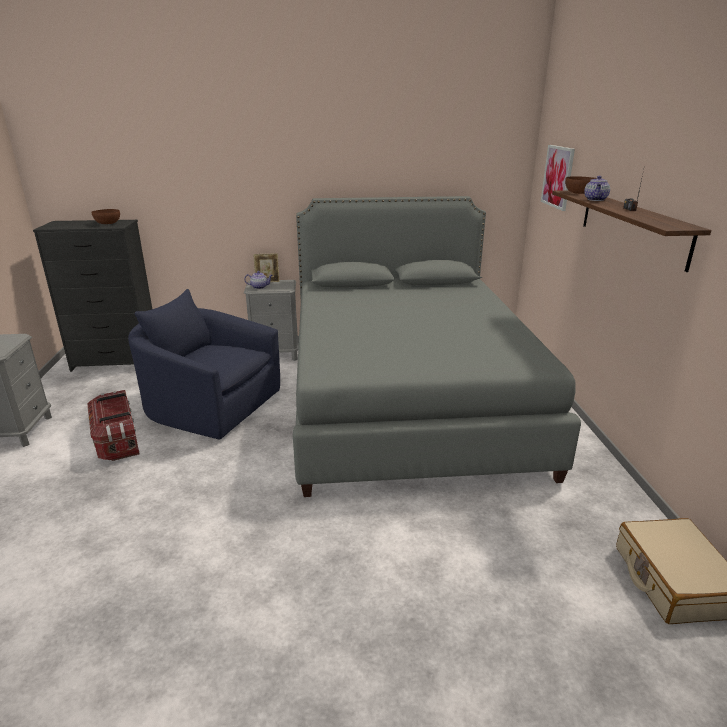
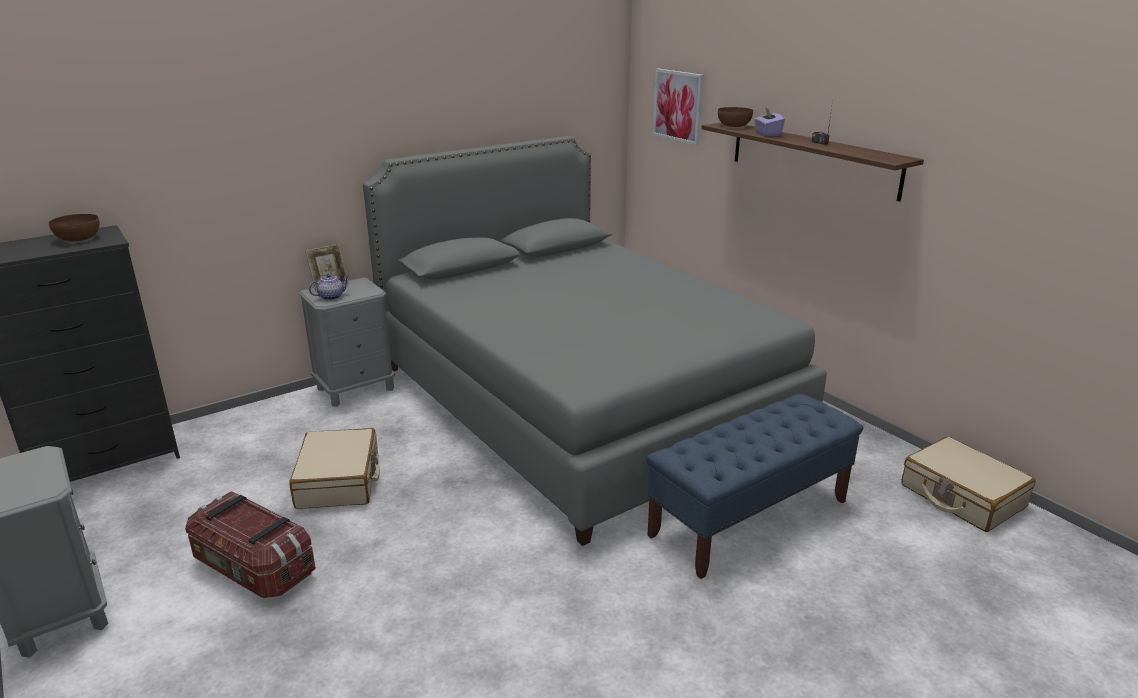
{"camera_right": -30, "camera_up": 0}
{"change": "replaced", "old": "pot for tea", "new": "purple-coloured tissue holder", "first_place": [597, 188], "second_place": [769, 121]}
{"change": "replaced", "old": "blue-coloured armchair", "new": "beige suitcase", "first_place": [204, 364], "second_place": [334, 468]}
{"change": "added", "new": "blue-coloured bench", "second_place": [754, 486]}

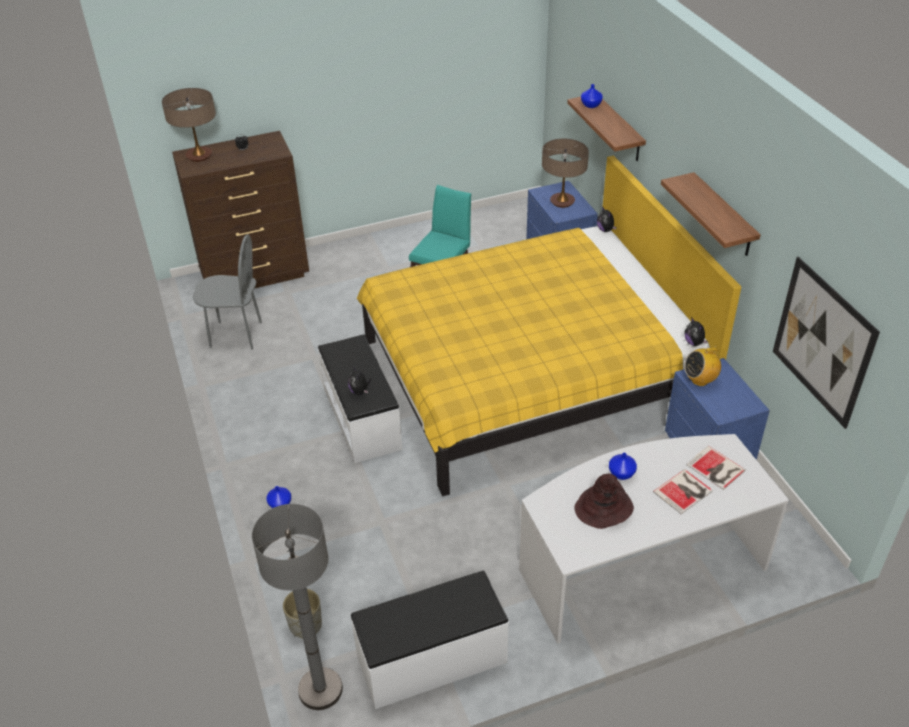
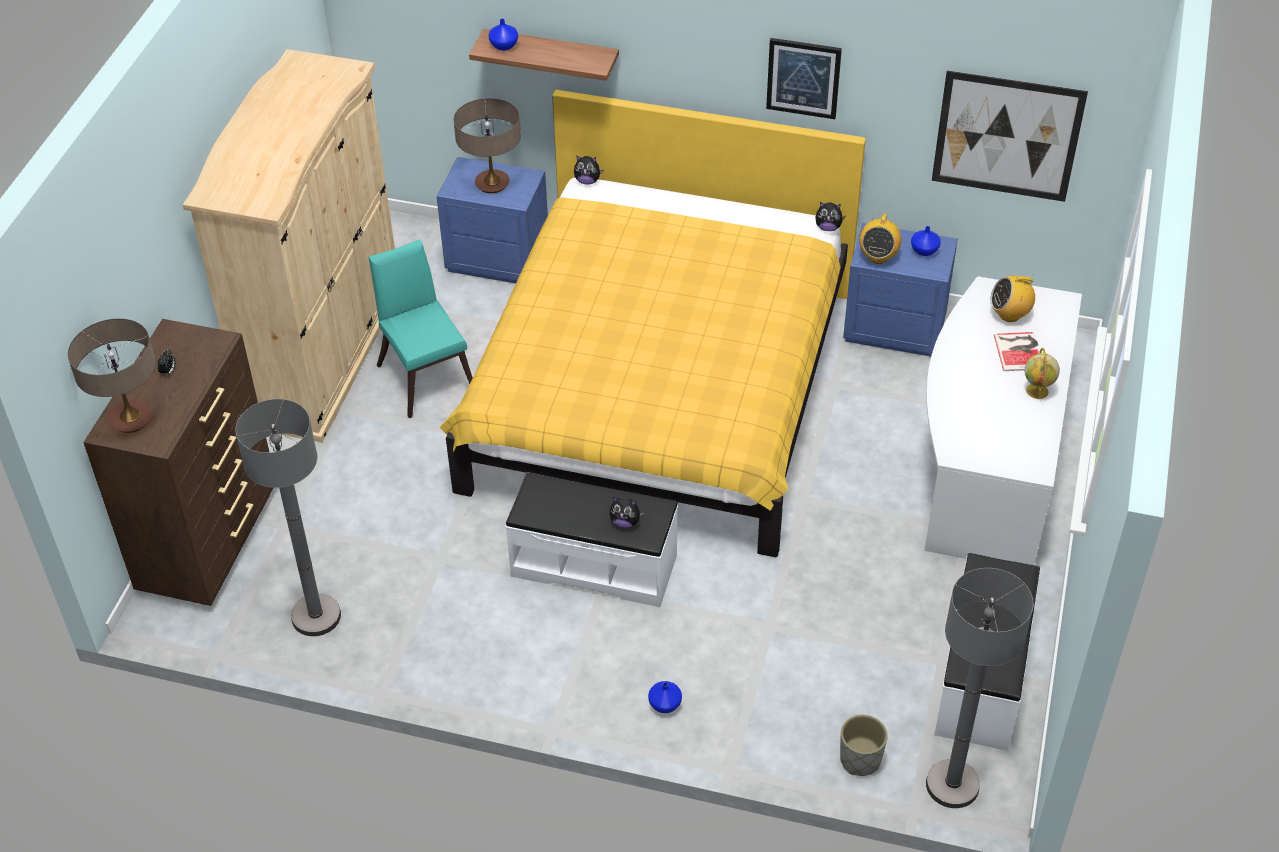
{"camera_right": -55, "camera_up": 5}
{"change": "replaced", "old": "wall shelf", "new": "picture", "first_place": [711, 214], "second_place": [804, 78]}
{"change": "replaced", "old": "grey chair", "new": "grey standard lamp", "first_place": [227, 292], "second_place": [288, 517]}
{"change": "replaced", "old": "volume", "new": "radio set", "first_place": [716, 468], "second_place": [1012, 298]}
{"change": "moved", "old": "blue-coloured flower vase", "first_place": [623, 466], "second_place": [926, 241]}
{"change": "removed", "old": "brown-coloured wearable hat", "first_place": [604, 501]}
{"change": "added", "new": "beige wardrobe", "second_place": [289, 246]}
{"change": "added", "new": "world globe", "second_place": [1042, 373]}

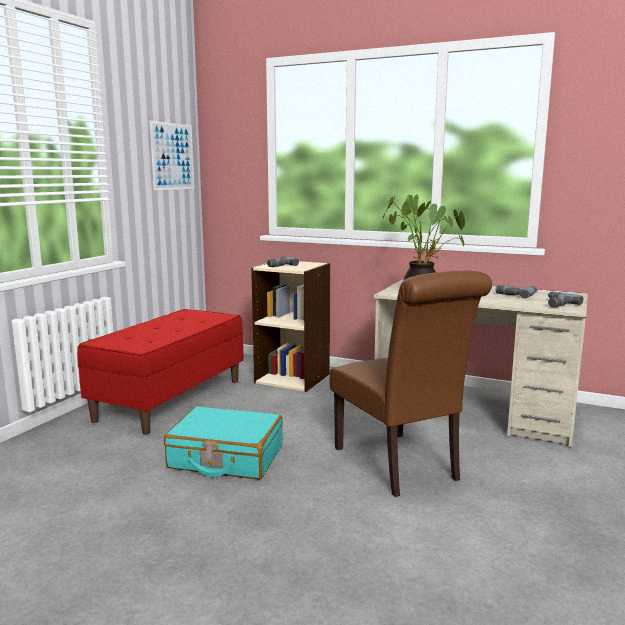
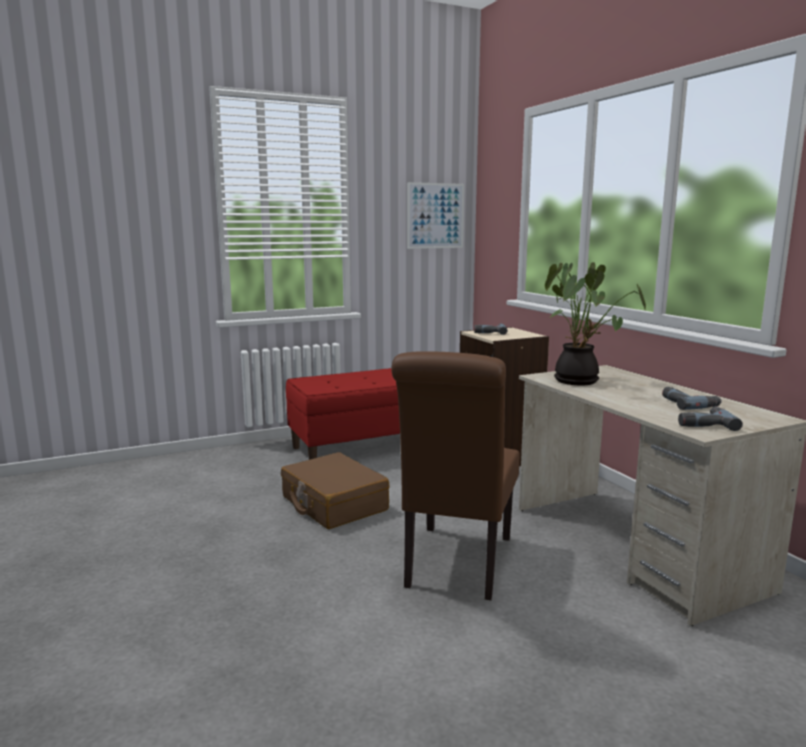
{"camera_right": 40, "camera_up": 0}
{"change": "recoloured", "old": "blue-green suitcase", "new": "brown-coloured suitcase", "first_place": [223, 443], "second_place": [335, 490]}

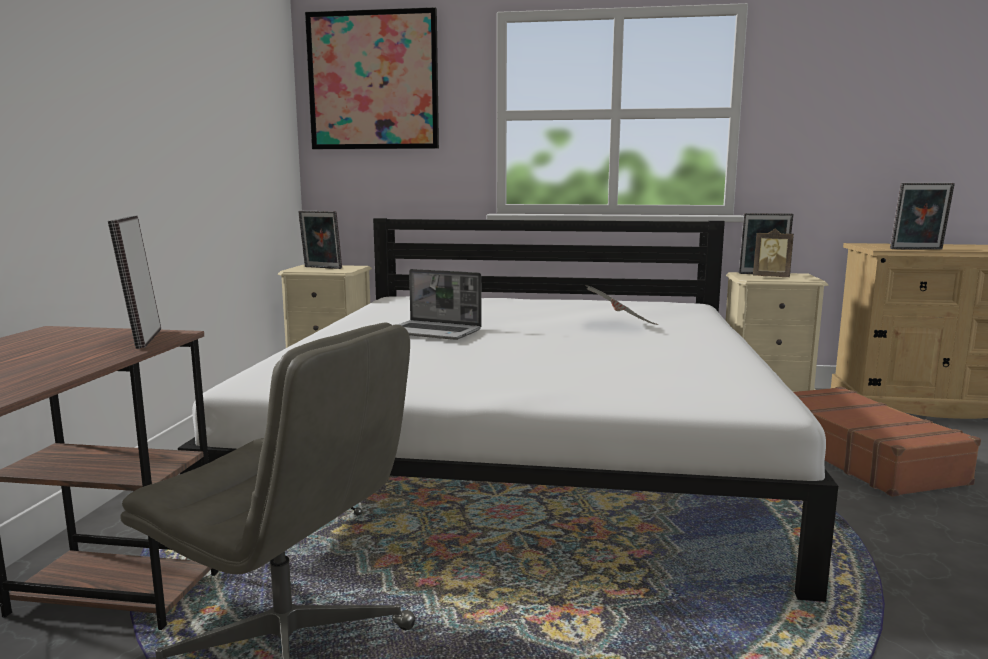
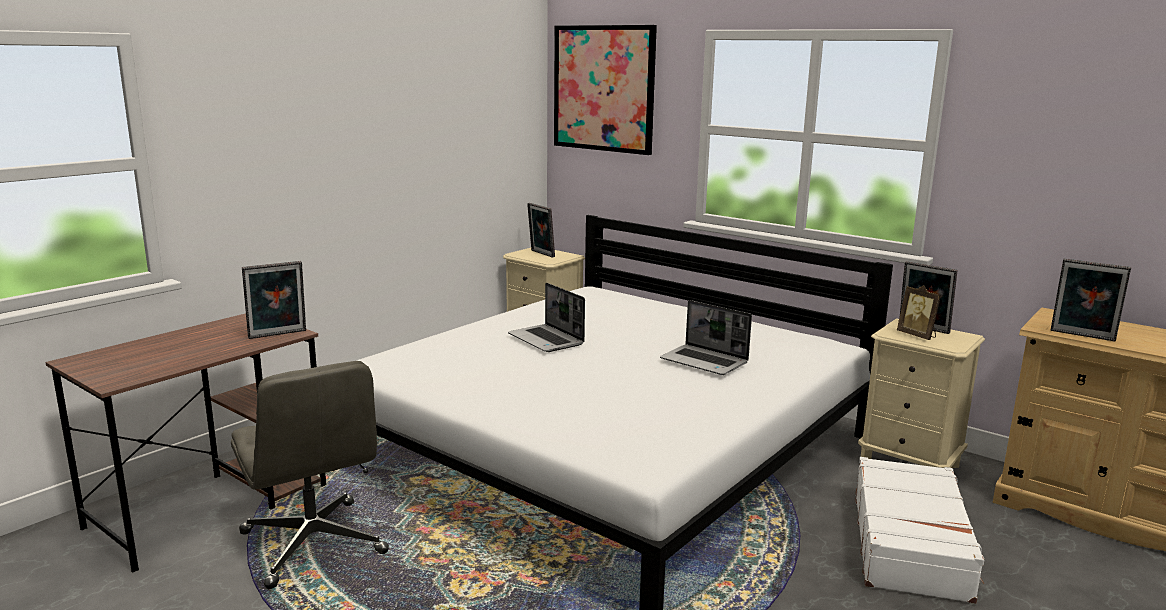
{"camera_right": 30, "camera_up": 5}
{"change": "turned", "old": "picture frame", "first_place": [134, 282], "second_place": [274, 300], "degrees": -135}
{"change": "replaced", "old": "newspaper", "new": "portable computer", "first_place": [621, 305], "second_place": [706, 337]}
{"change": "recoloured", "old": "brown-coloured suitcase", "new": "whitish suitcase", "first_place": [887, 442], "second_place": [919, 530]}

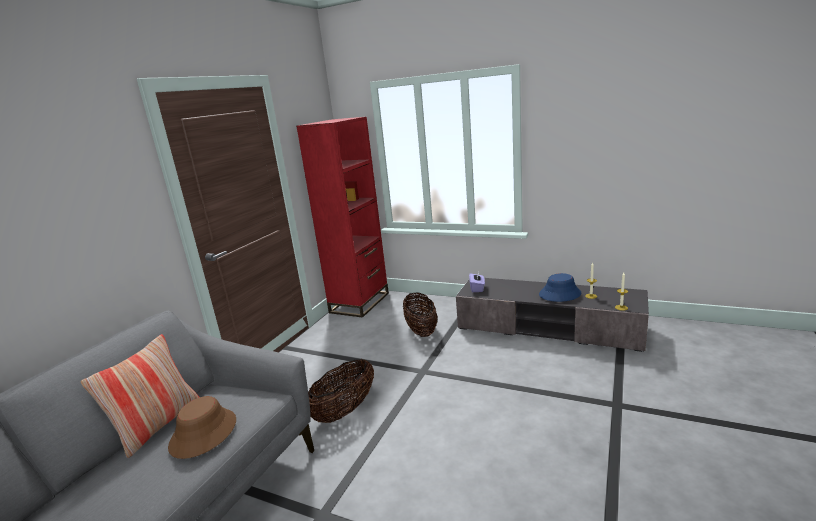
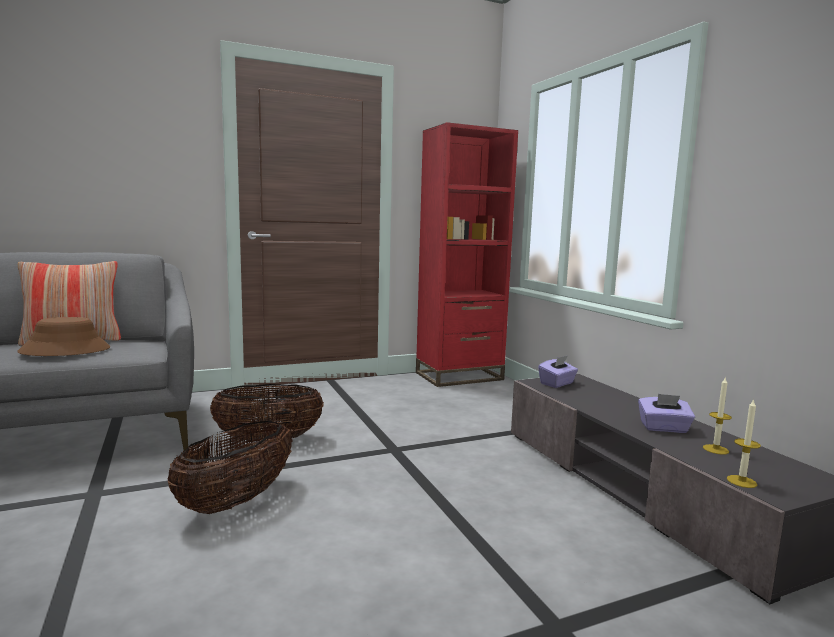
{"camera_right": 40, "camera_up": -10}
{"change": "replaced", "old": "blue-coloured wearable hat", "new": "purple-coloured tissue holder", "first_place": [560, 287], "second_place": [666, 413]}
{"change": "moved", "old": "basket", "first_place": [420, 314], "second_place": [230, 467]}

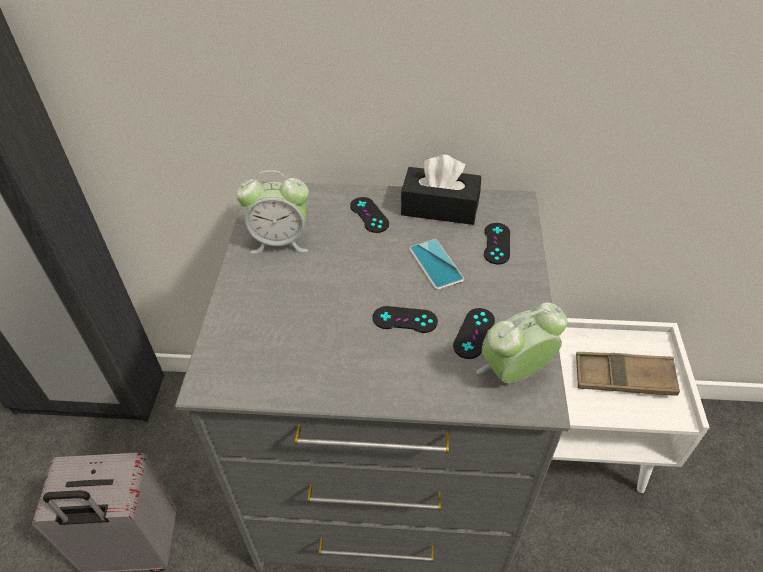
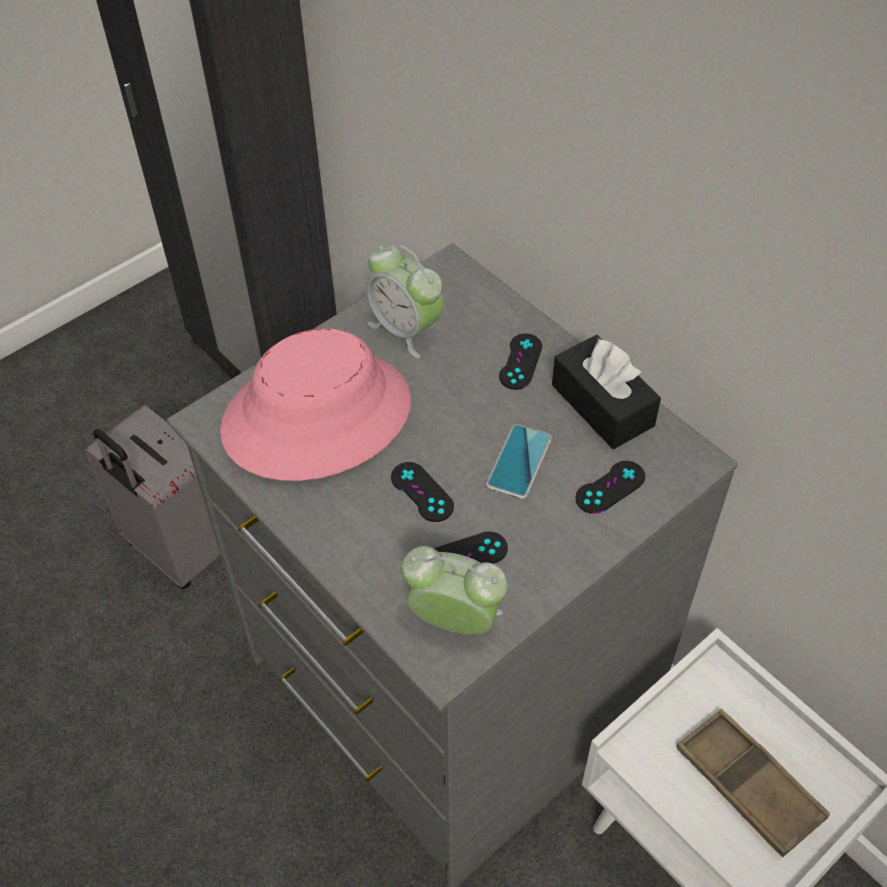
{"camera_right": 45, "camera_up": 5}
{"change": "added", "new": "pink-coloured wearable hat", "second_place": [315, 404]}

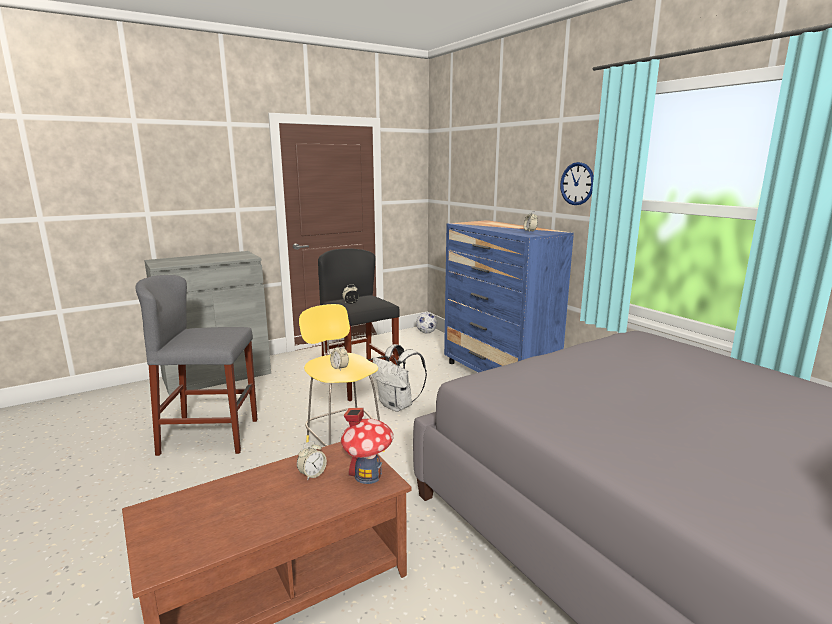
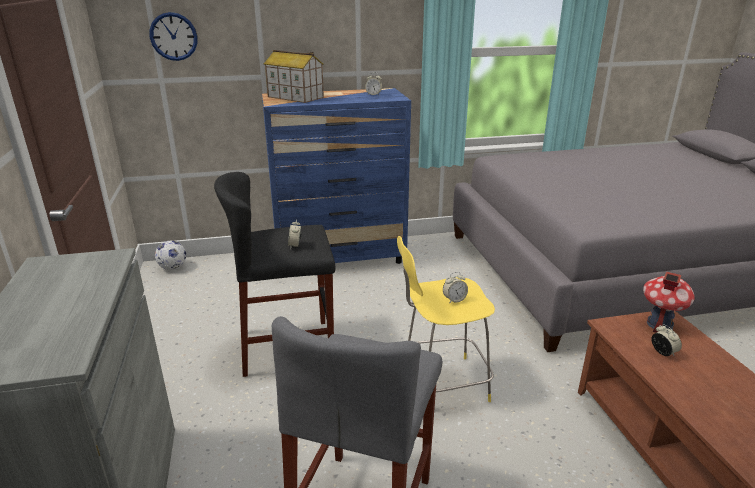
{"camera_right": -70, "camera_up": 10}
{"change": "moved", "old": "wall clock", "first_place": [577, 183], "second_place": [173, 36]}
{"change": "removed", "old": "whitish backpack", "first_place": [399, 378]}
{"change": "added", "new": "model house", "second_place": [294, 76]}

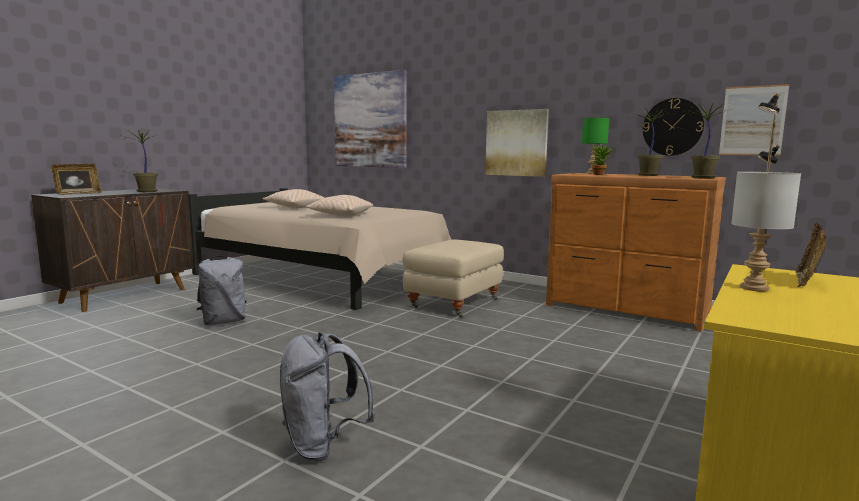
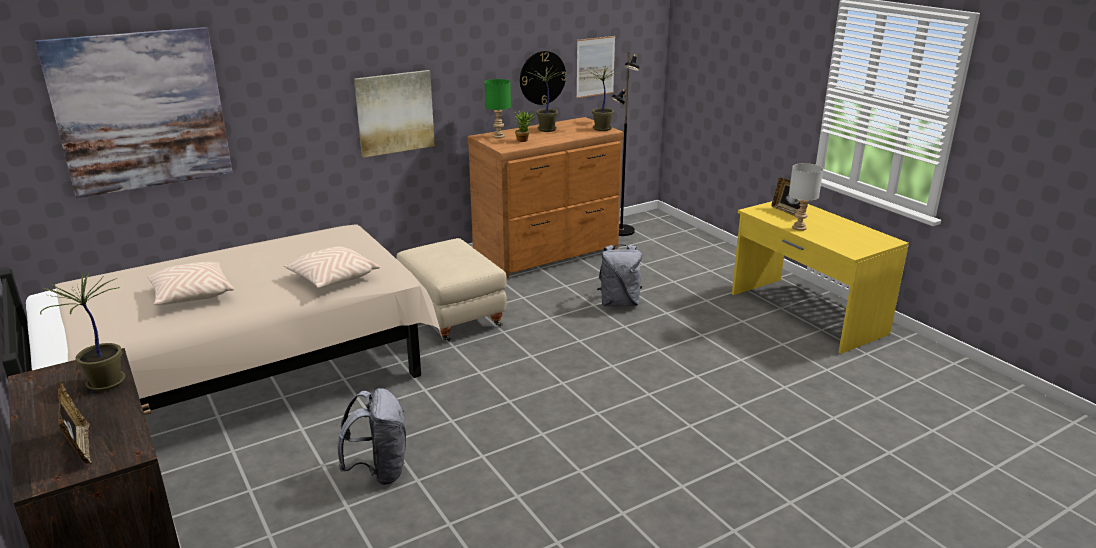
{"camera_right": -65, "camera_up": 15}
{"change": "moved", "old": "grey backpack", "first_place": [327, 396], "second_place": [619, 275]}

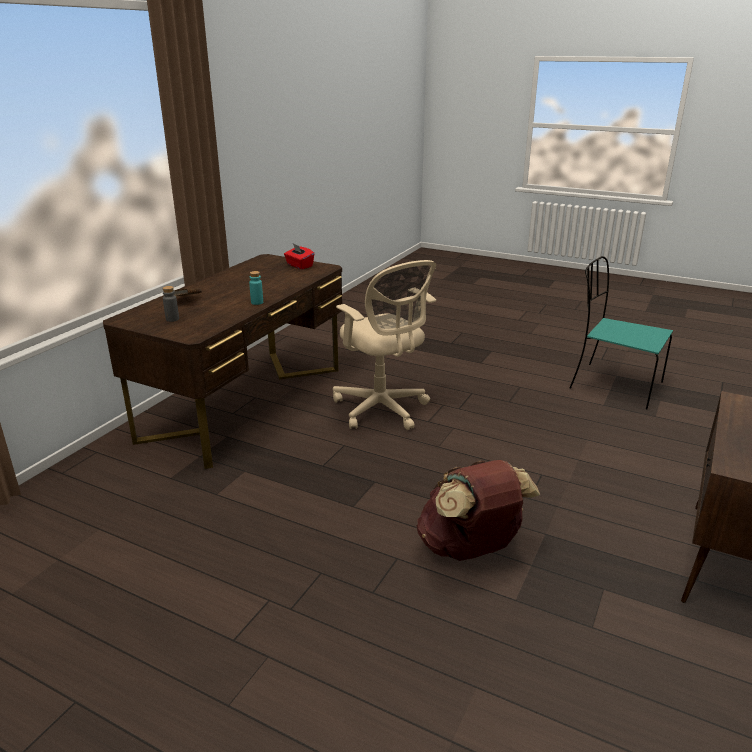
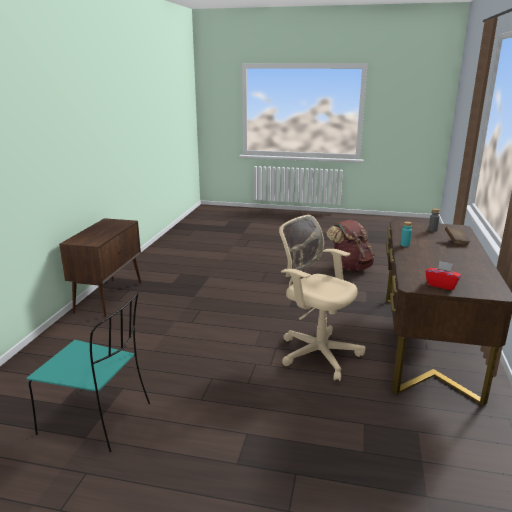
{"camera_right": 165, "camera_up": -5}
{"change": "moved", "old": "brown-coloured backpack", "first_place": [478, 510], "second_place": [350, 245]}

